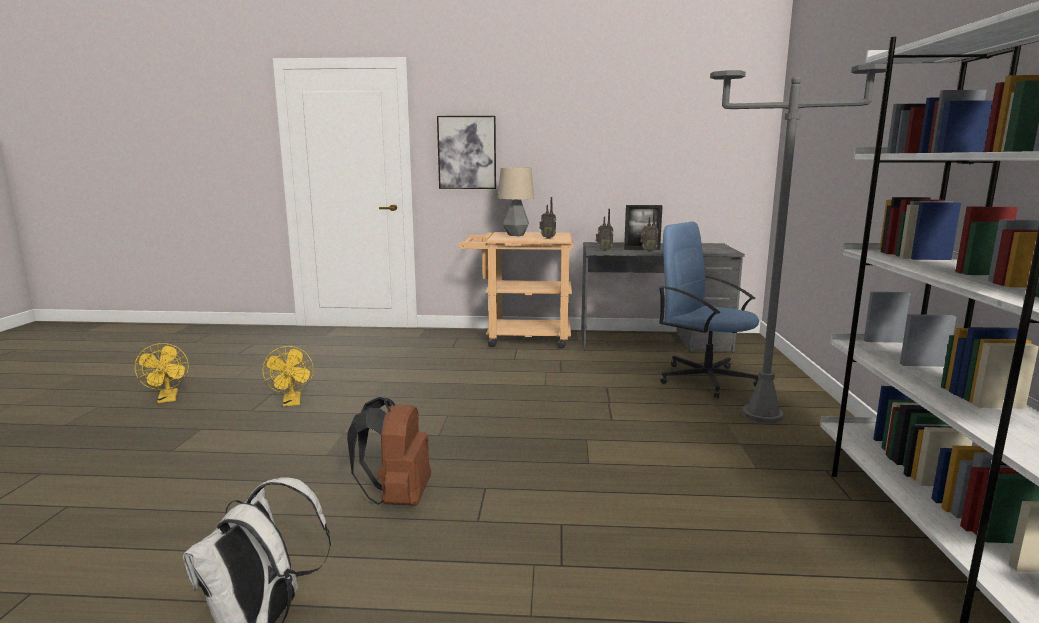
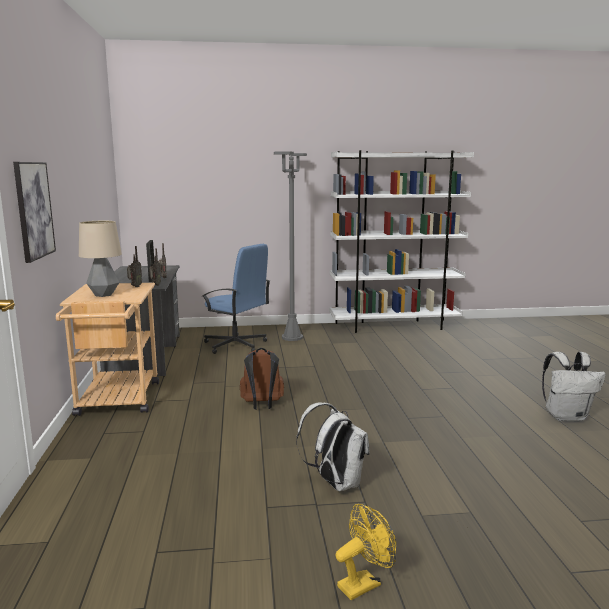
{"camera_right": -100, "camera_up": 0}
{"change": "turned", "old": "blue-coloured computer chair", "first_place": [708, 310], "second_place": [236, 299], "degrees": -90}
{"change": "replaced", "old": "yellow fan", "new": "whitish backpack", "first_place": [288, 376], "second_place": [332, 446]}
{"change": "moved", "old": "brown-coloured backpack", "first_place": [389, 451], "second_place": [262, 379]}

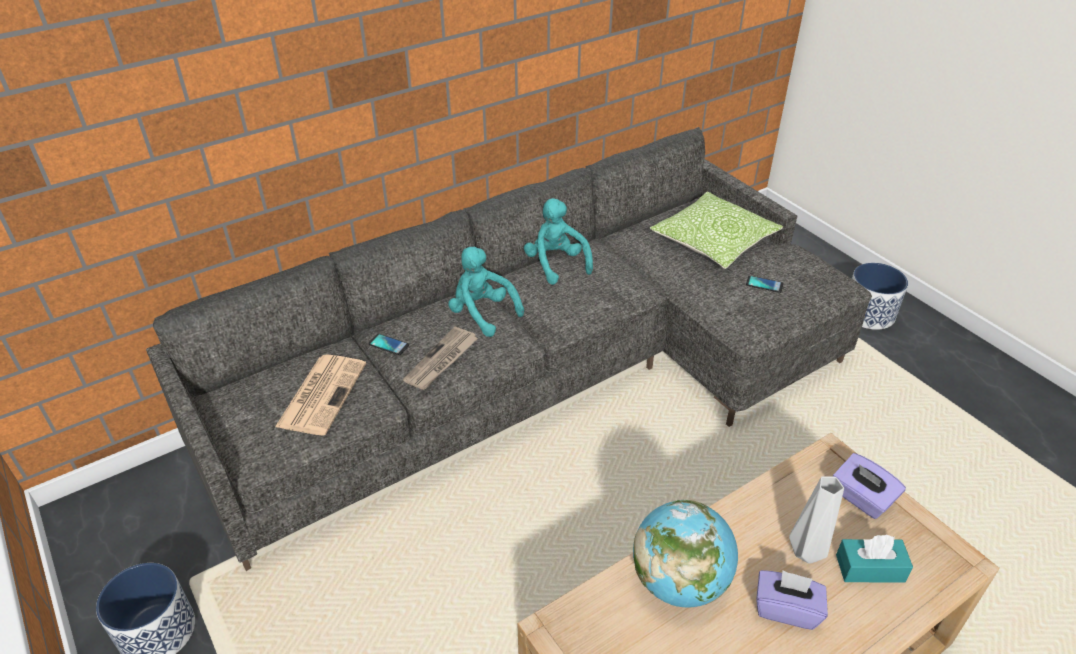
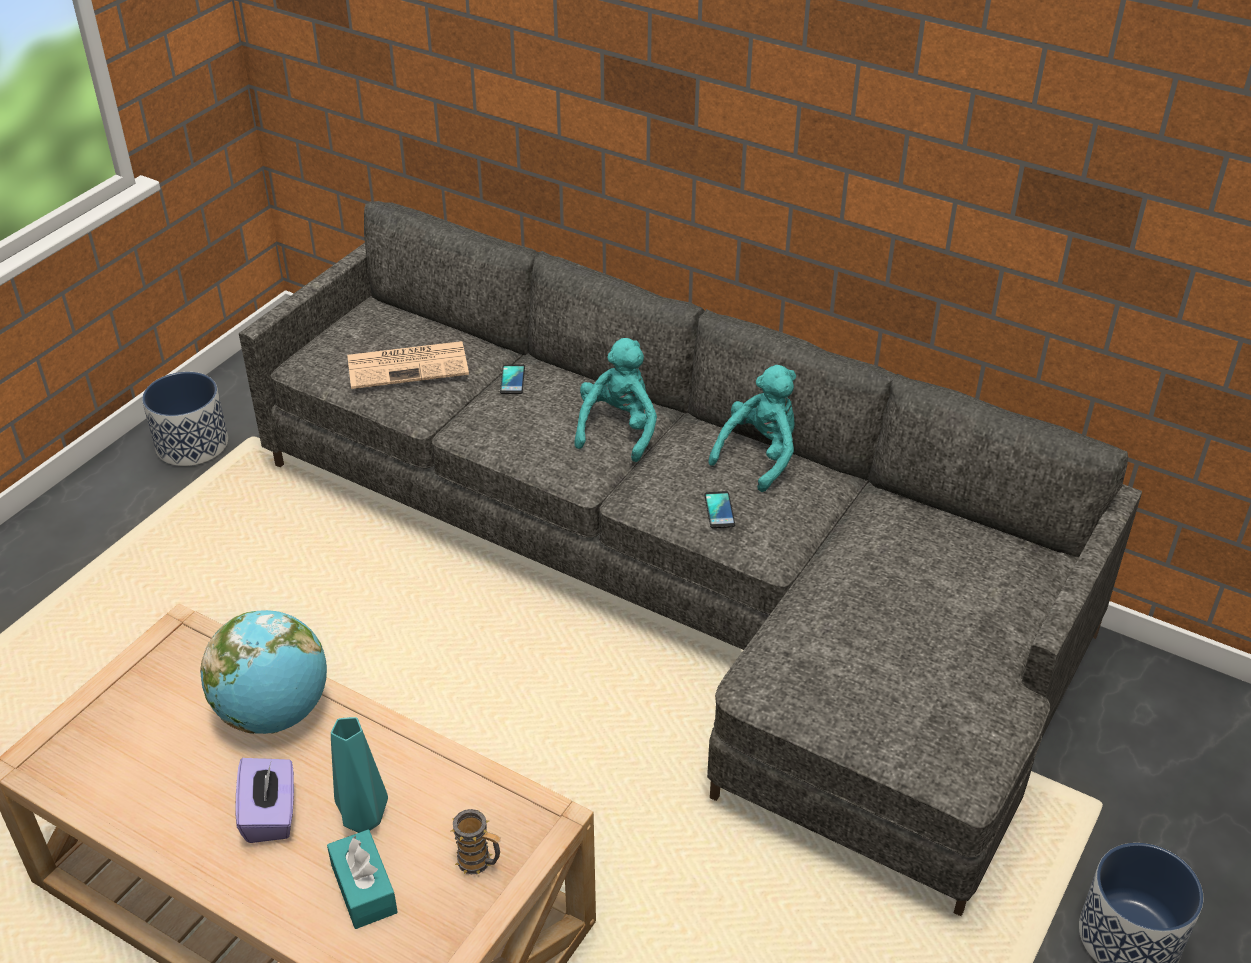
{"camera_right": 65, "camera_up": 0}
{"change": "removed", "old": "cushion", "first_place": [716, 230]}
{"change": "moved", "old": "handset", "first_place": [764, 284], "second_place": [719, 509]}
{"change": "removed", "old": "newspaper", "first_place": [440, 358]}
{"change": "replaced", "old": "purple-coloured tissue holder", "new": "mug", "first_place": [869, 486], "second_place": [476, 841]}
{"change": "recoloured", "old": "grey flower vase", "new": "blue-green flower vase", "first_place": [816, 520], "second_place": [359, 775]}

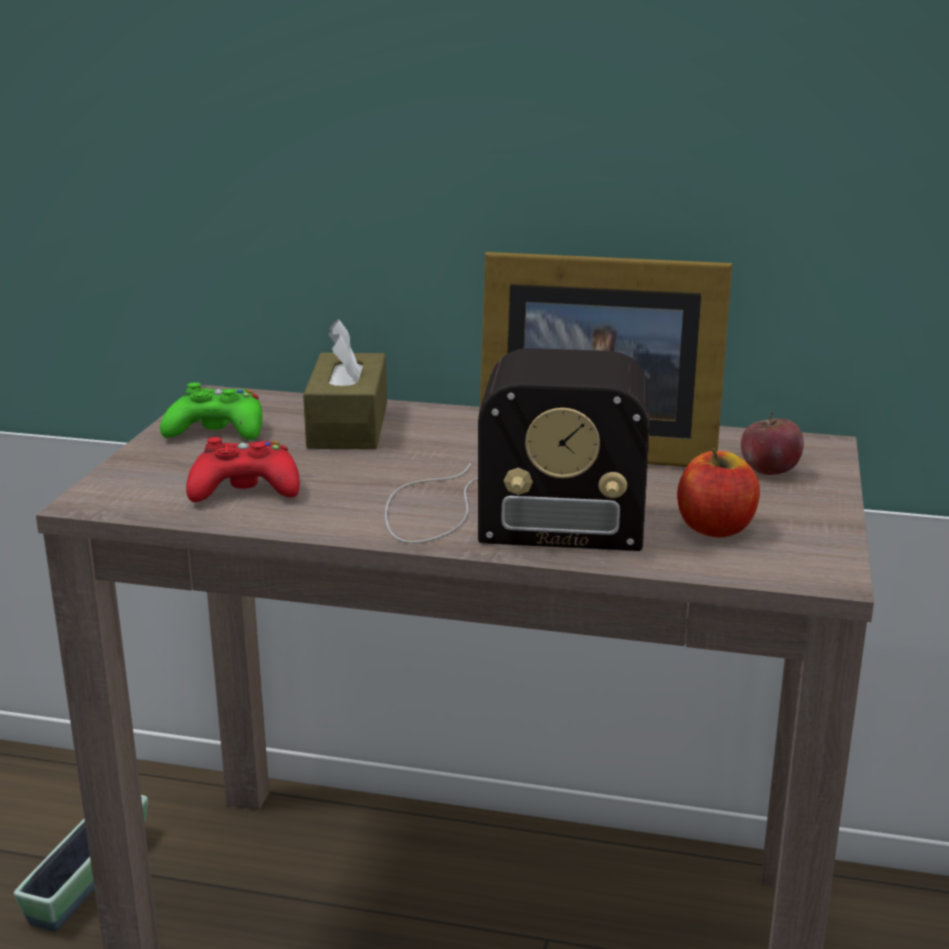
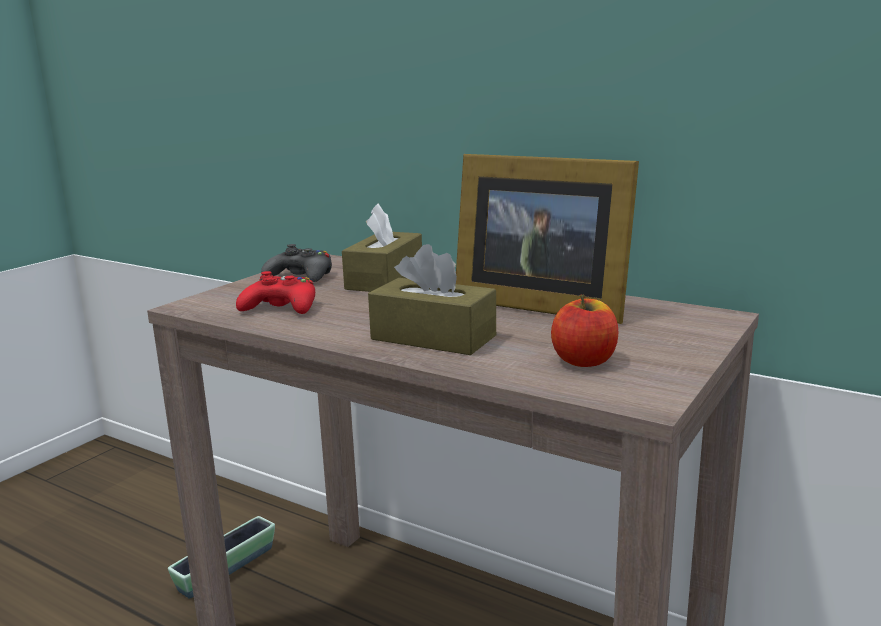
{"camera_right": 20, "camera_up": -5}
{"change": "replaced", "old": "radio set", "new": "brown-coloured tissue holder", "first_place": [517, 449], "second_place": [432, 299]}
{"change": "recoloured", "old": "green-coloured joypad", "new": "black-coloured joypad", "first_place": [211, 411], "second_place": [296, 263]}
{"change": "removed", "old": "whole apple", "first_place": [772, 443]}

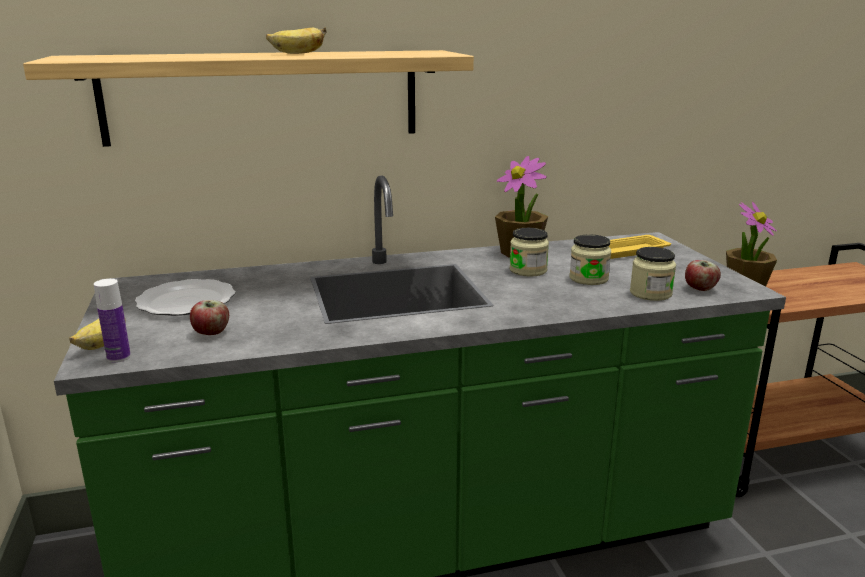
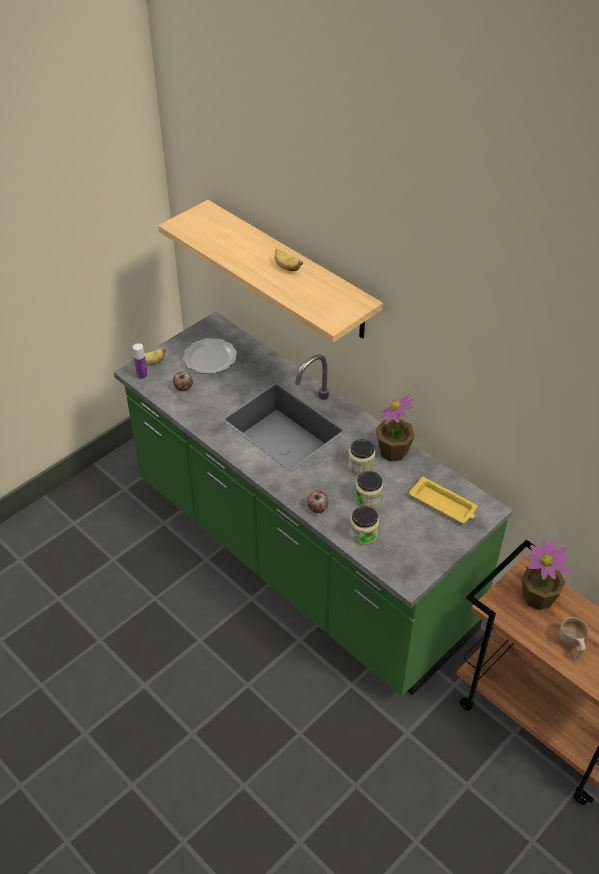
{"camera_right": 60, "camera_up": 25}
{"change": "moved", "old": "whole apple", "first_place": [703, 275], "second_place": [318, 502]}
{"change": "added", "new": "beige cup", "second_place": [573, 639]}

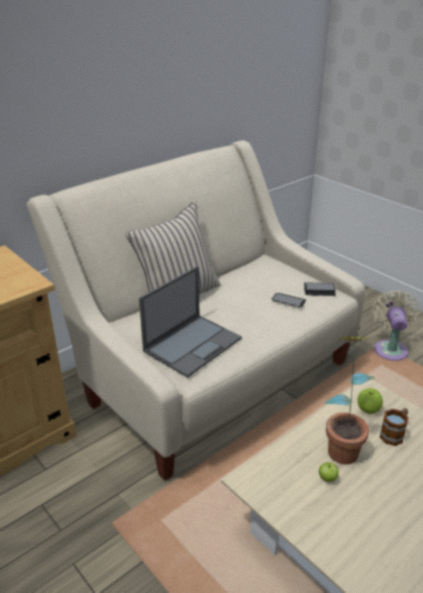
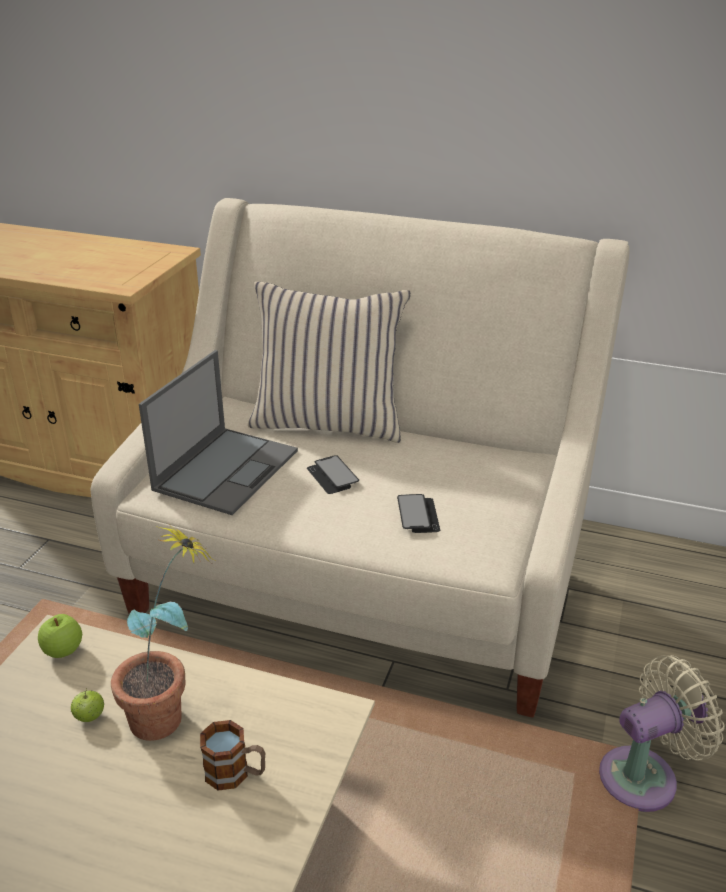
{"camera_right": 60, "camera_up": 0}
{"change": "turned", "old": "portable computer", "first_place": [190, 321], "second_place": [218, 432], "degrees": -75}
{"change": "moved", "old": "handset", "first_place": [320, 289], "second_place": [333, 474]}
{"change": "moved", "old": "whole apple", "first_place": [370, 401], "second_place": [60, 636]}

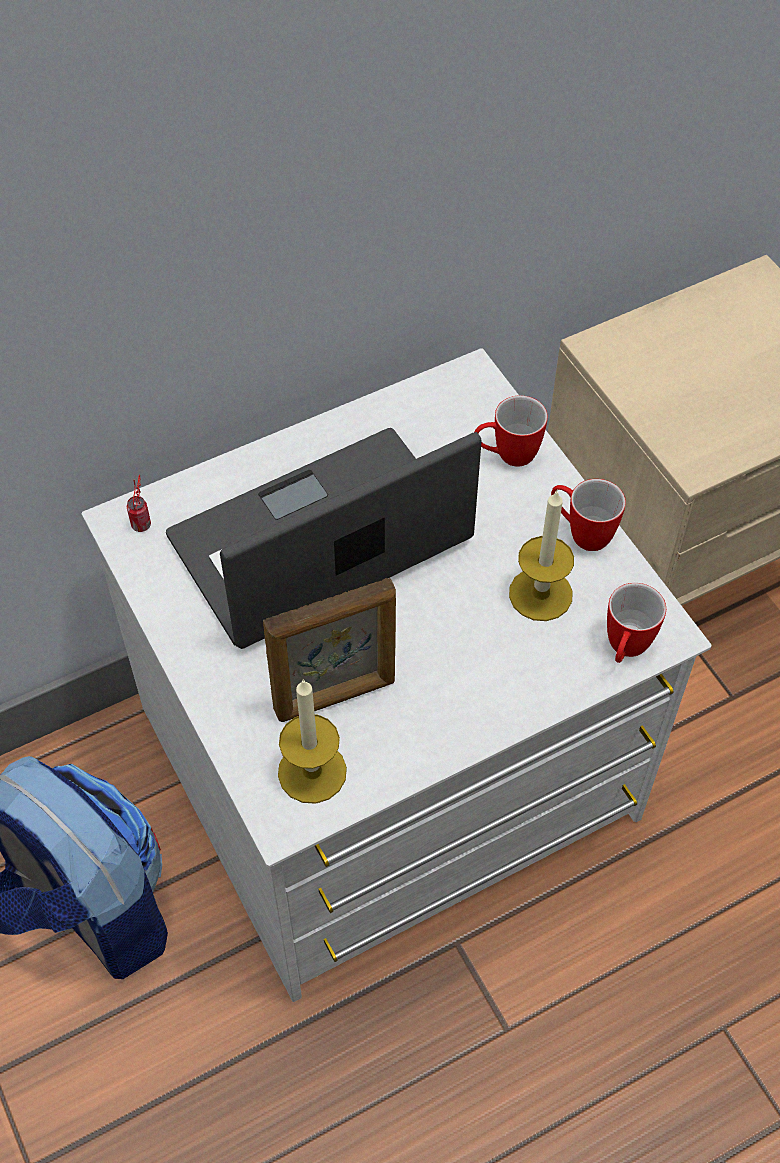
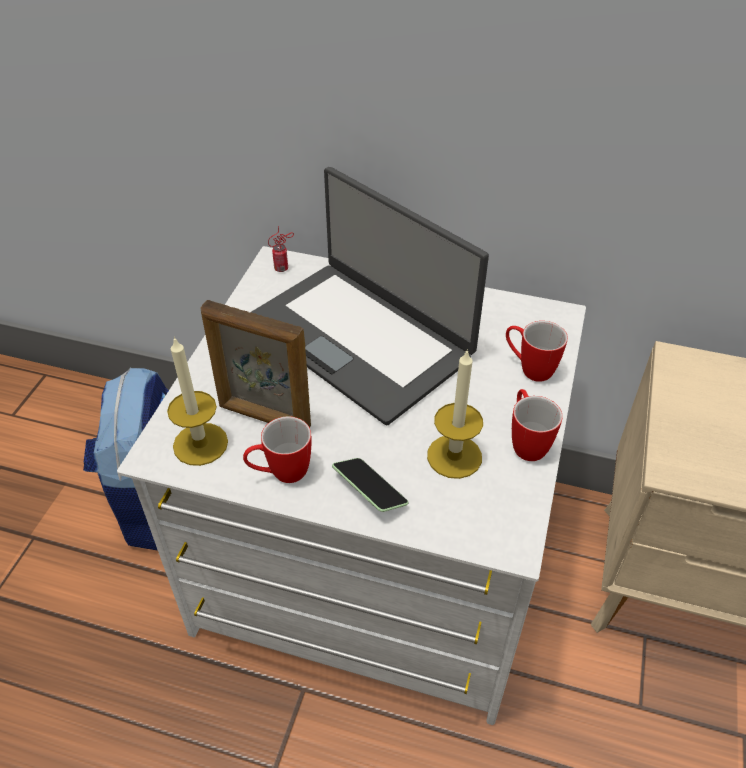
{"camera_right": 45, "camera_up": -10}
{"change": "turned", "old": "portable computer", "first_place": [324, 538], "second_place": [370, 296], "degrees": -150}
{"change": "moved", "old": "mug", "first_place": [636, 623], "second_place": [277, 449]}
{"change": "added", "new": "handset", "second_place": [370, 485]}

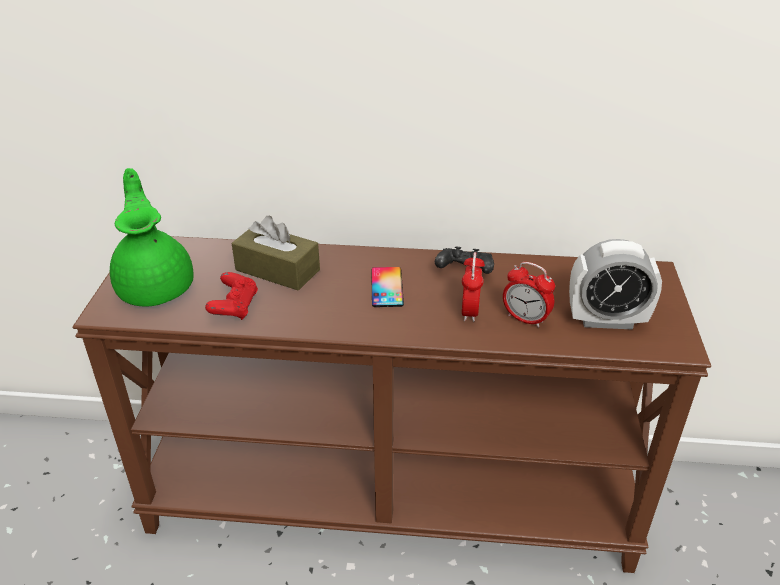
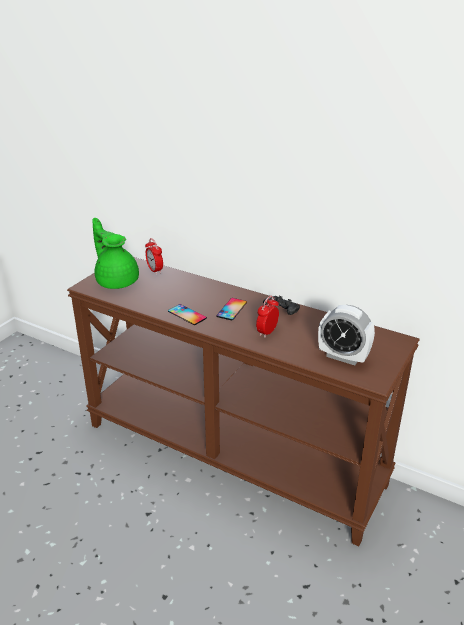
{"camera_right": 25, "camera_up": -5}
{"change": "turned", "old": "green-coloured pot for tea", "first_place": [152, 237], "second_place": [116, 253], "degrees": -45}
{"change": "removed", "old": "brown-coloured tissue holder", "first_place": [276, 253]}
{"change": "moved", "old": "alarm clock", "first_place": [529, 295], "second_place": [154, 256]}
{"change": "removed", "old": "red joypad", "first_place": [231, 296]}
{"change": "added", "new": "handset", "second_place": [187, 314]}

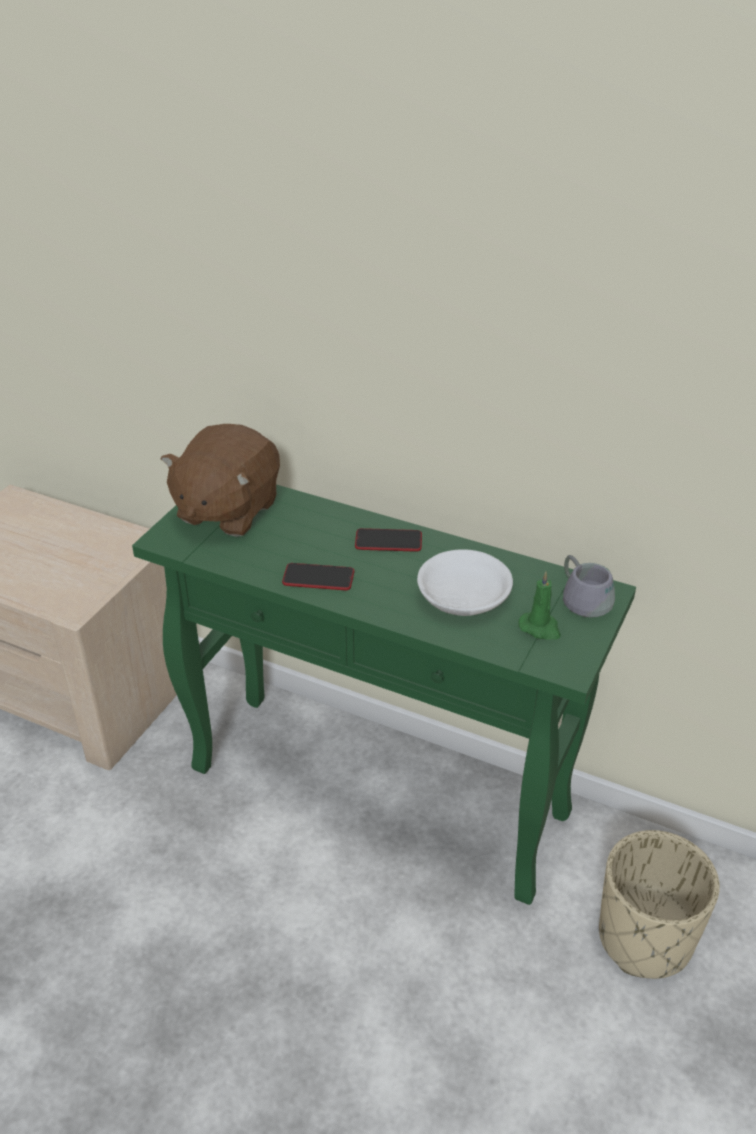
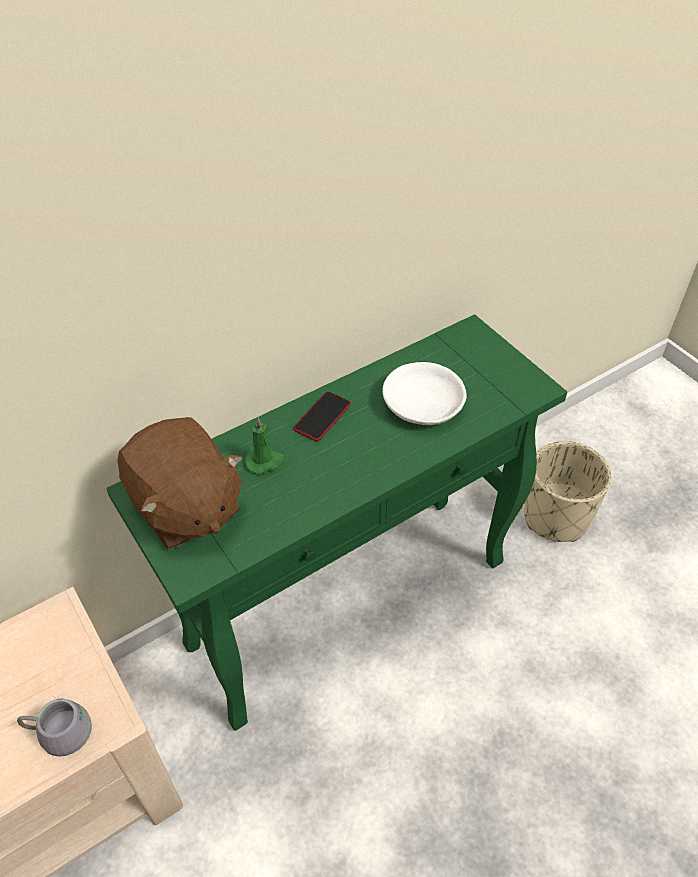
{"camera_right": -60, "camera_up": 10}
{"change": "moved", "old": "grey mug", "first_place": [589, 586], "second_place": [54, 726]}
{"change": "removed", "old": "handset", "first_place": [318, 576]}
{"change": "moved", "old": "green-coloured wax light", "first_place": [539, 605], "second_place": [265, 446]}

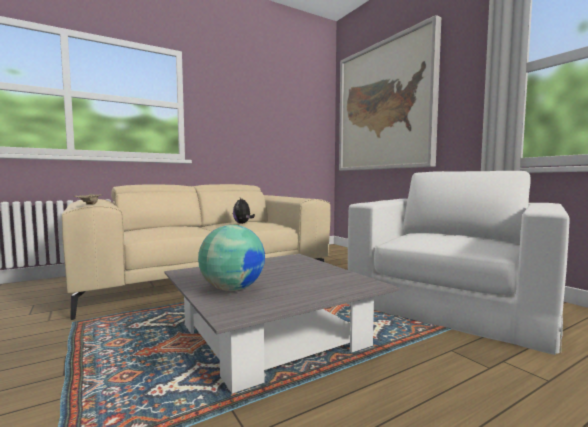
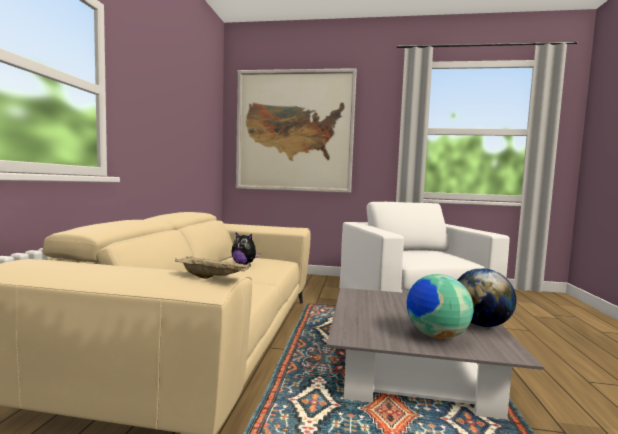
{"camera_right": -50, "camera_up": 0}
{"change": "added", "new": "world globe", "second_place": [487, 297]}

